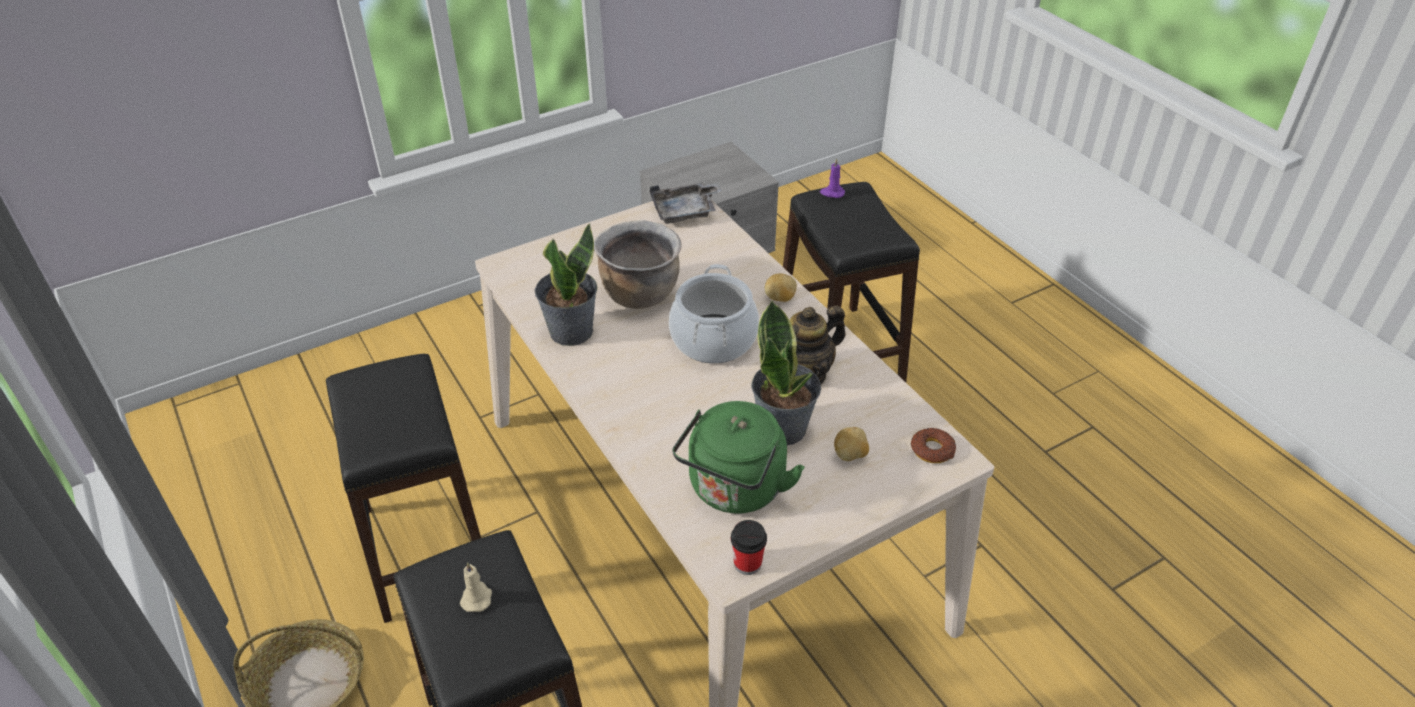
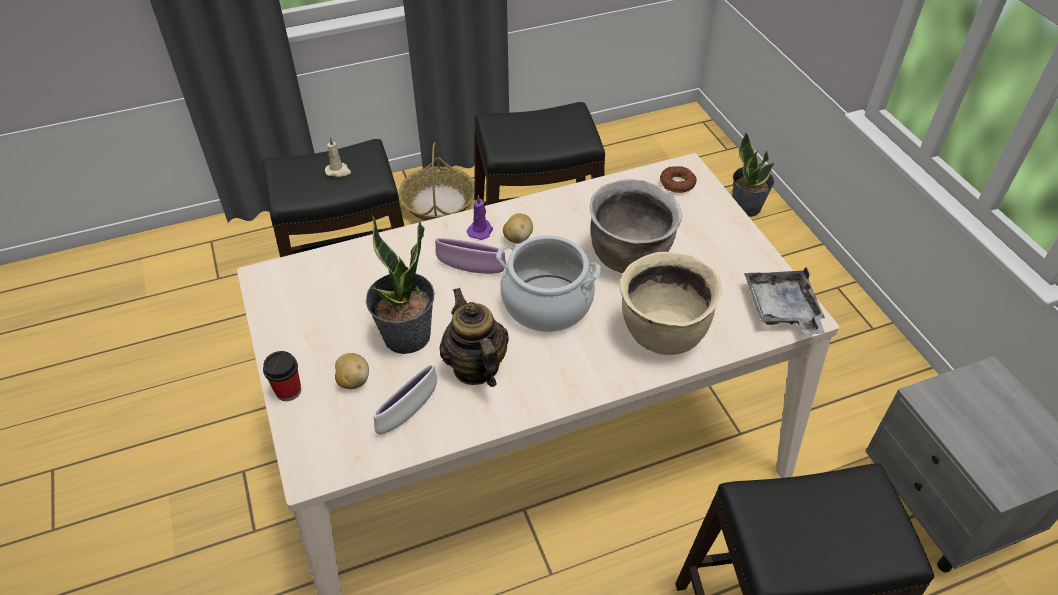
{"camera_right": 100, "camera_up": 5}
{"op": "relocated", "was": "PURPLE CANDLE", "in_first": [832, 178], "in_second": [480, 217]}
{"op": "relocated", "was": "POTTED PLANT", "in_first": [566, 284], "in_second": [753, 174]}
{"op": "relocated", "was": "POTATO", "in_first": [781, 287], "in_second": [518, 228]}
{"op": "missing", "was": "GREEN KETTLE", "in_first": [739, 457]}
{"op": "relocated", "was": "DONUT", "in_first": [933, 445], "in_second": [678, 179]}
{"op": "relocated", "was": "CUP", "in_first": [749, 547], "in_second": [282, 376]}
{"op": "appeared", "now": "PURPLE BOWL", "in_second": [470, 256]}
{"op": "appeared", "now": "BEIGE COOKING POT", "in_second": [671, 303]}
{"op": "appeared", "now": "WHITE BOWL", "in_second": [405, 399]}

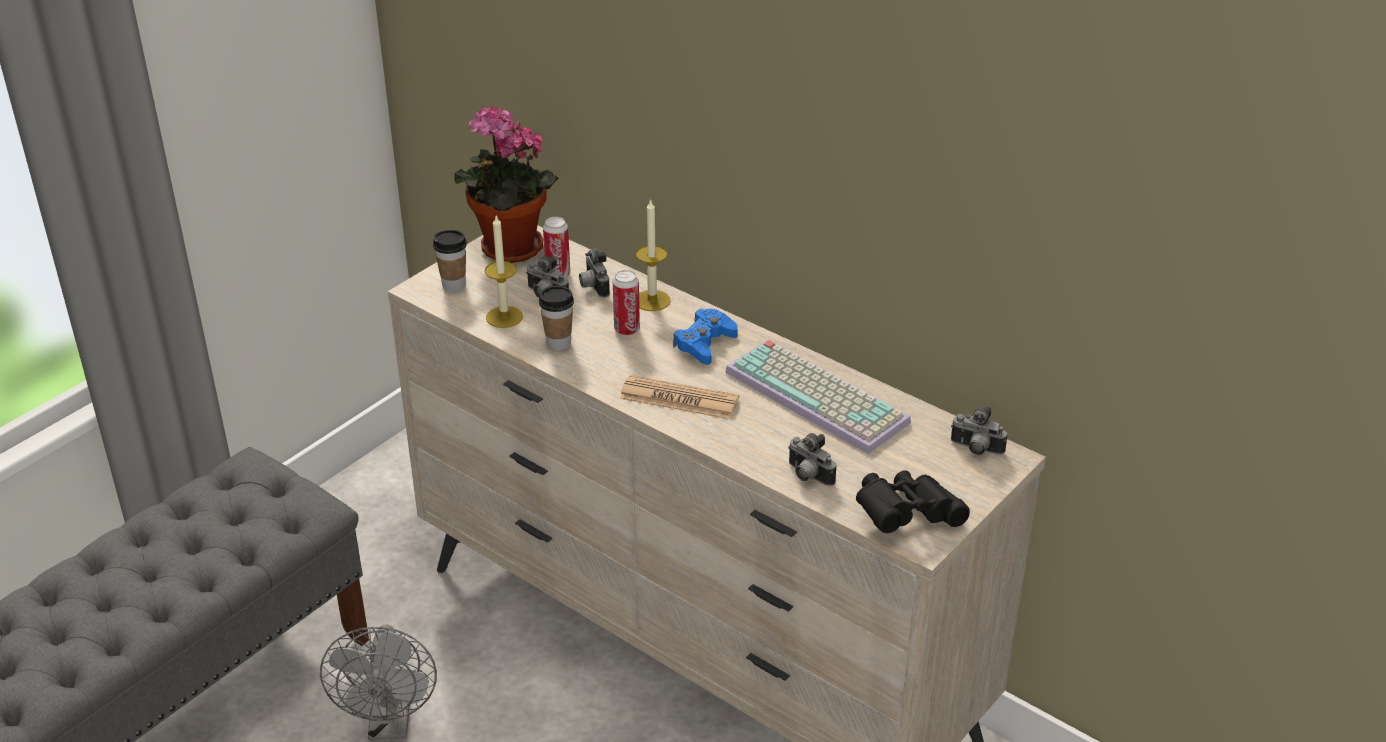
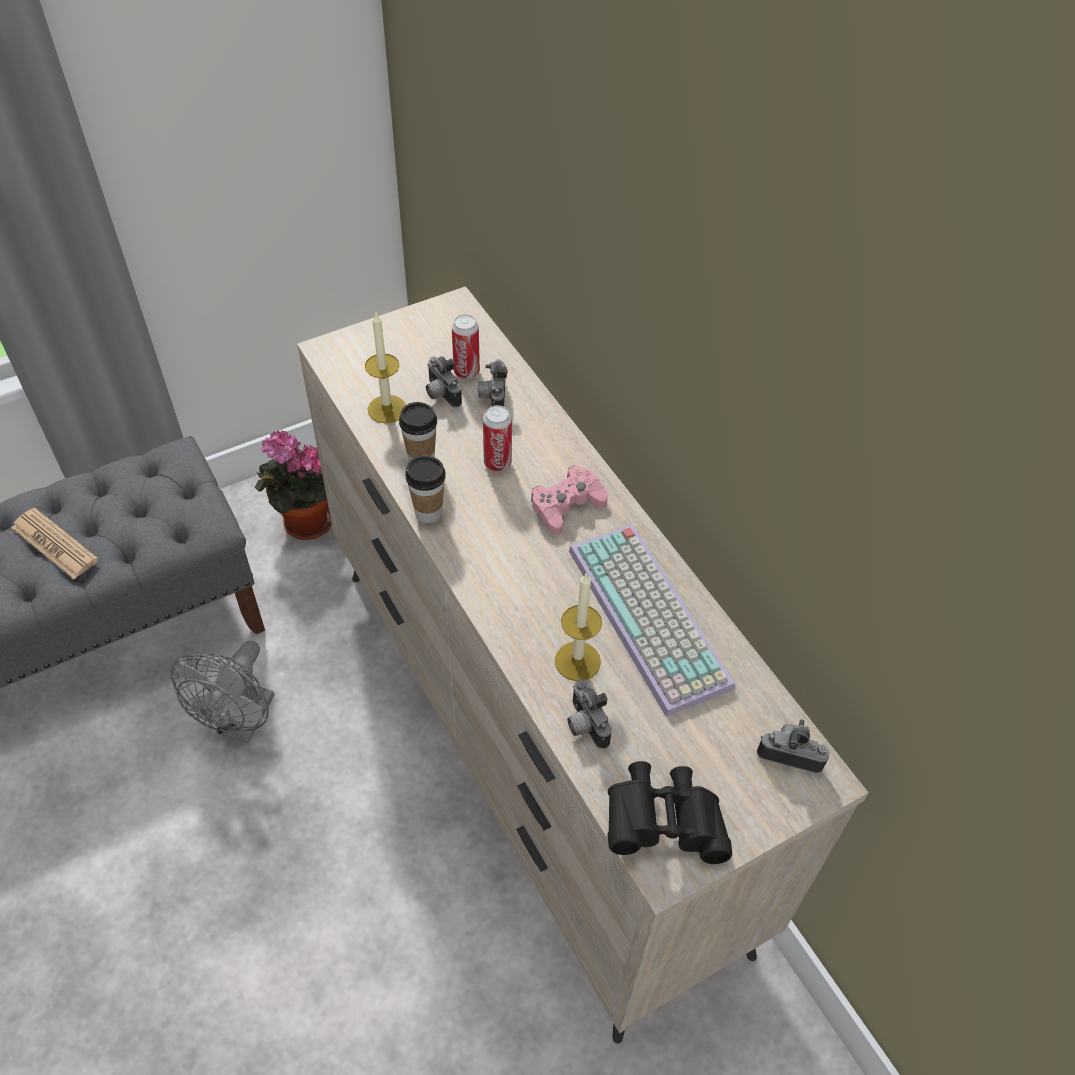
{"camera_right": 20, "camera_up": 15}
{"op": "relocated", "was": "POTTED PLANT", "in_first": [506, 184], "in_second": [293, 485]}
{"op": "relocated", "was": "CANDLE", "in_first": [653, 255], "in_second": [578, 626]}
{"op": "relocated", "was": "CUP", "in_first": [450, 261], "in_second": [425, 489]}
{"op": "colour", "was": "BLUE GAME CONTROLLER", "now": "PINK GAME CONTROLLER", "in_first": [705, 337], "in_second": [569, 500]}
{"op": "relocated", "was": "NEWSPAPER", "in_first": [679, 397], "in_second": [55, 543]}
{"op": "spun", "was": "PHOTO CAMERA", "in_first": [979, 430], "in_second": [793, 746], "clockwise": 150}

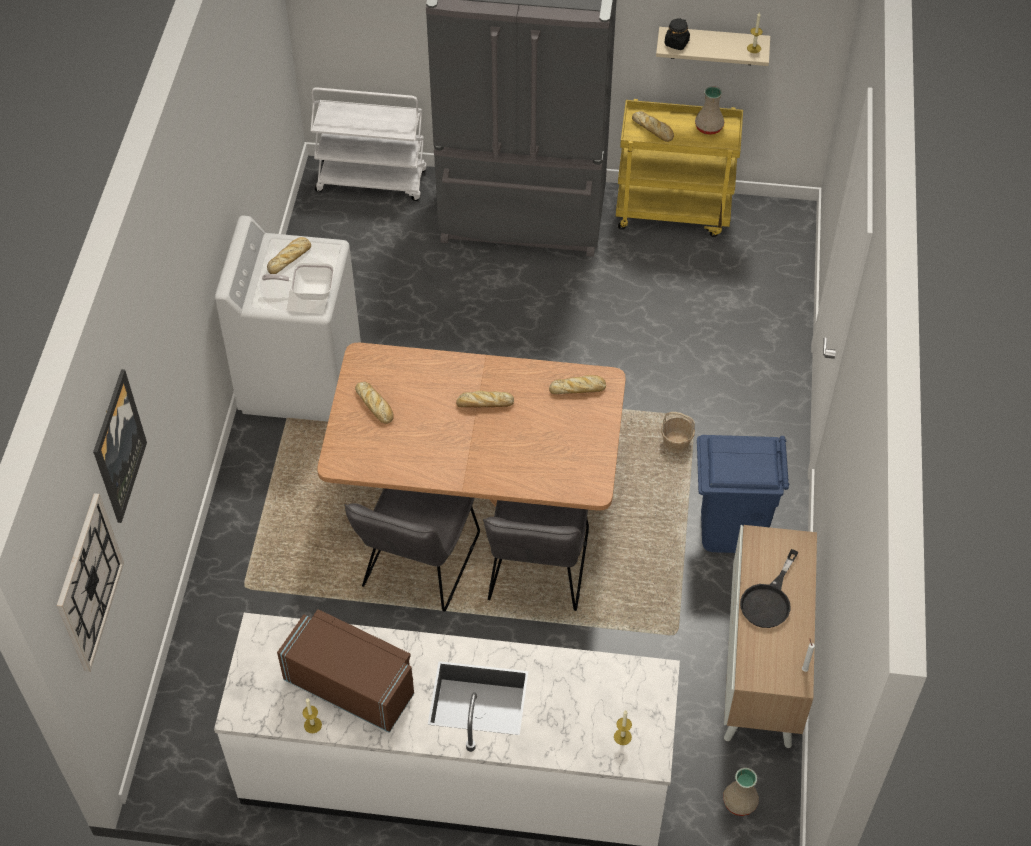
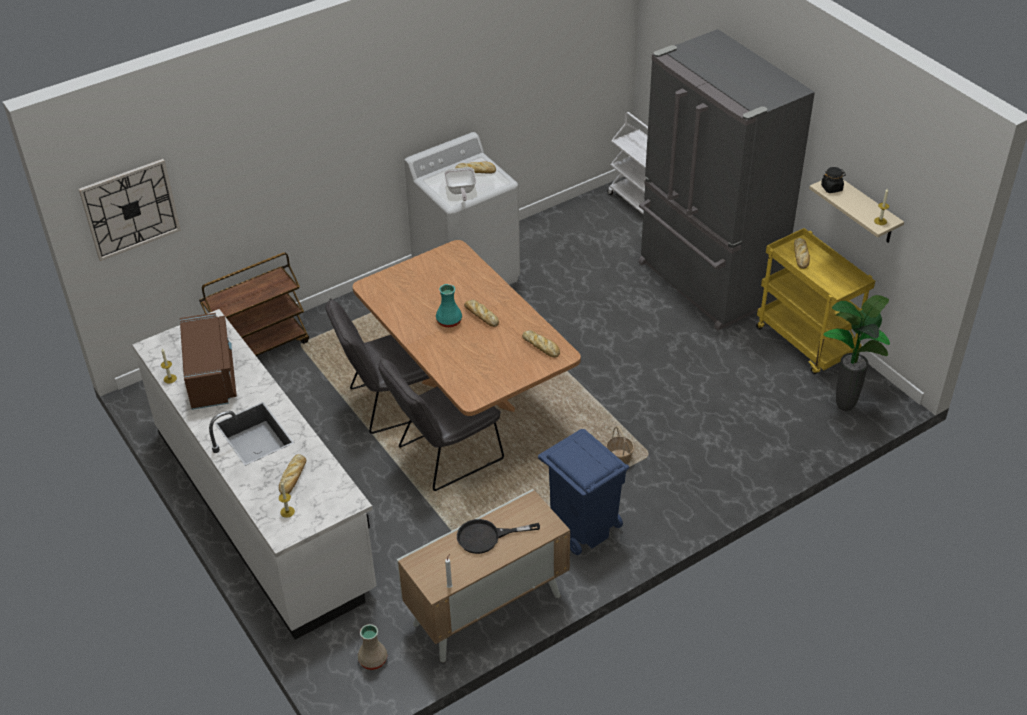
{"camera_right": 50, "camera_up": -10}
{"op": "missing", "was": "BEIGE VASE", "in_first": [709, 110]}
{"op": "spun", "was": "FRYING PAN", "in_first": [298, 281], "in_second": [460, 184], "clockwise": -150}
{"op": "missing", "was": "PICTURE", "in_first": [120, 446]}
{"op": "relocated", "was": "BREAD", "in_first": [374, 403], "in_second": [292, 474]}
{"op": "appeared", "now": "BROWN CART", "in_second": [254, 304]}
{"op": "appeared", "now": "TURQUOISE VASE", "in_second": [449, 306]}
{"op": "appeared", "now": "POTTED PLANT", "in_second": [857, 353]}

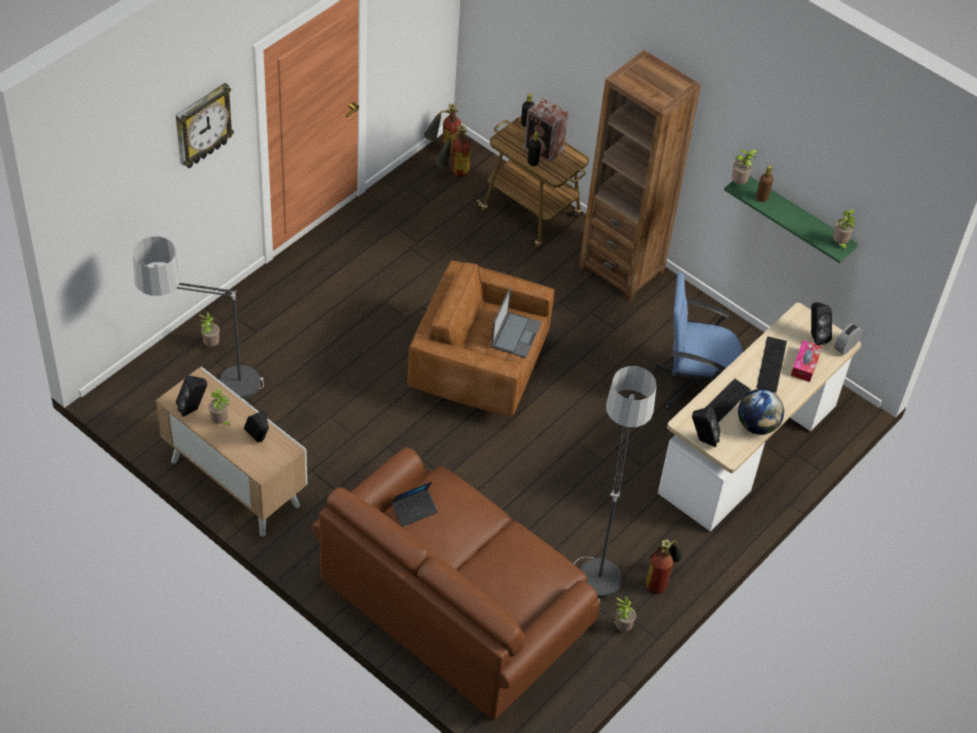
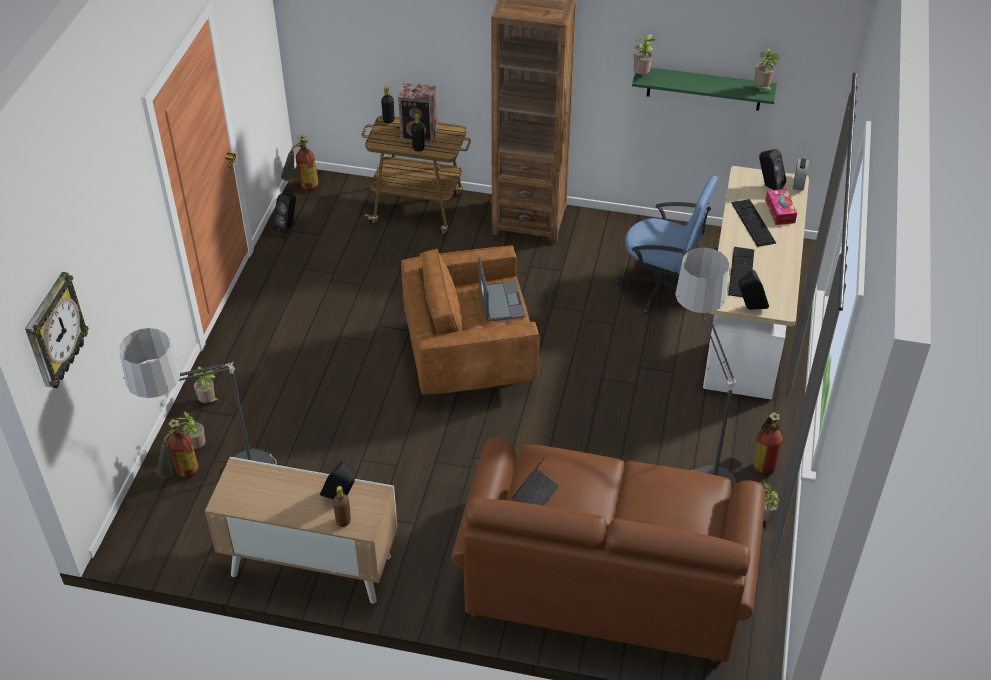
{"camera_right": -25, "camera_up": -5}
{"op": "relocated", "was": "WALL CLOCK", "in_first": [205, 126], "in_second": [57, 330]}
{"op": "relocated", "was": "FIRE EXTINGUISHER", "in_first": [452, 151], "in_second": [177, 449]}
{"op": "relocated", "was": "BROWN BOTTLE", "in_first": [765, 183], "in_second": [342, 506]}
{"op": "spun", "was": "BLUE OFFICE CHAIR", "in_first": [698, 341], "in_second": [666, 245], "clockwise": -135}
{"op": "relocated", "was": "BLACK SPEAKER", "in_first": [191, 396], "in_second": [284, 214]}
{"op": "relocated", "was": "POTTED PLANT", "in_first": [219, 406], "in_second": [205, 385]}
{"op": "missing", "was": "GLOBE", "in_first": [761, 412]}

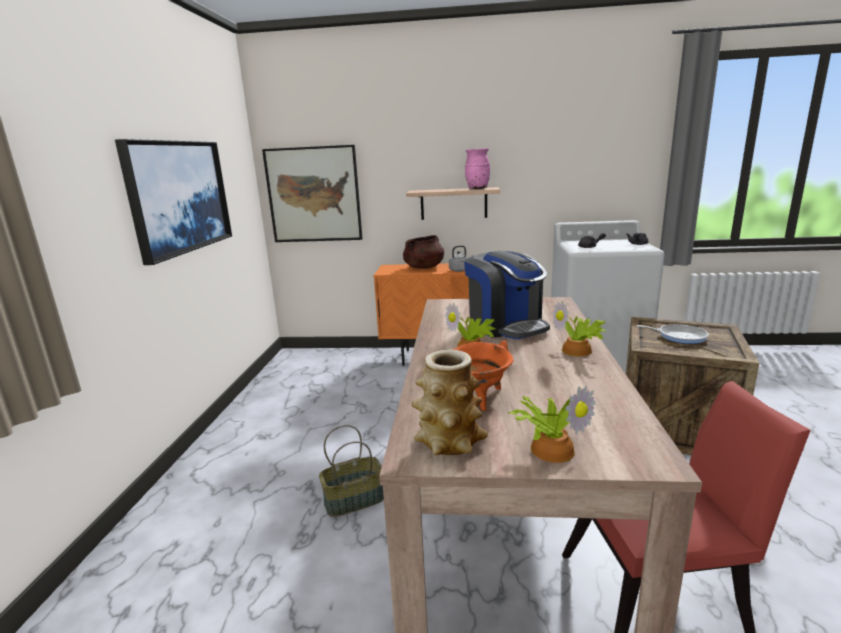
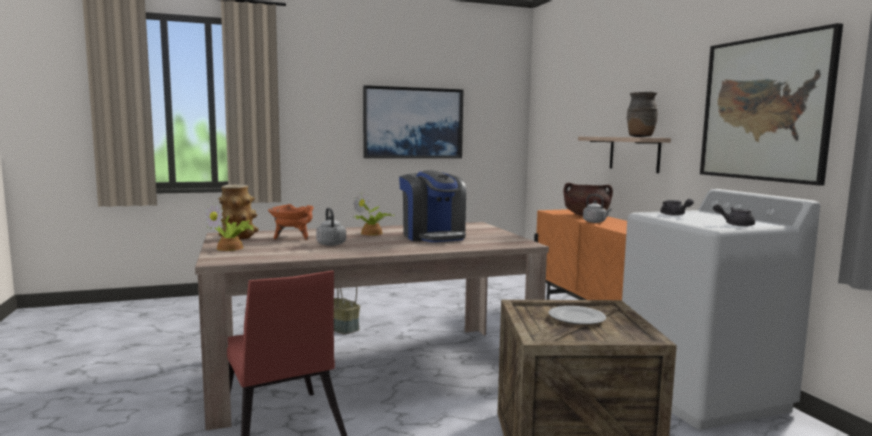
{"camera_right": 65, "camera_up": -10}
{"op": "relocated", "was": "PICTURE", "in_first": [312, 193], "in_second": [771, 104]}
{"op": "colour", "was": "PINK VASE", "now": "BROWN VASE", "in_first": [477, 168], "in_second": [642, 114]}
{"op": "spun", "was": "COFFEE MACHINE", "in_first": [507, 295], "in_second": [432, 206], "clockwise": -60}
{"op": "missing", "was": "POTTED PLANT", "in_first": [579, 328]}
{"op": "exchanged", "was": "FRYING PAN", "now": "PLATE", "in_first": [672, 334], "in_second": [577, 315]}
{"op": "appeared", "now": "GREY KETTLE", "in_second": [331, 227]}

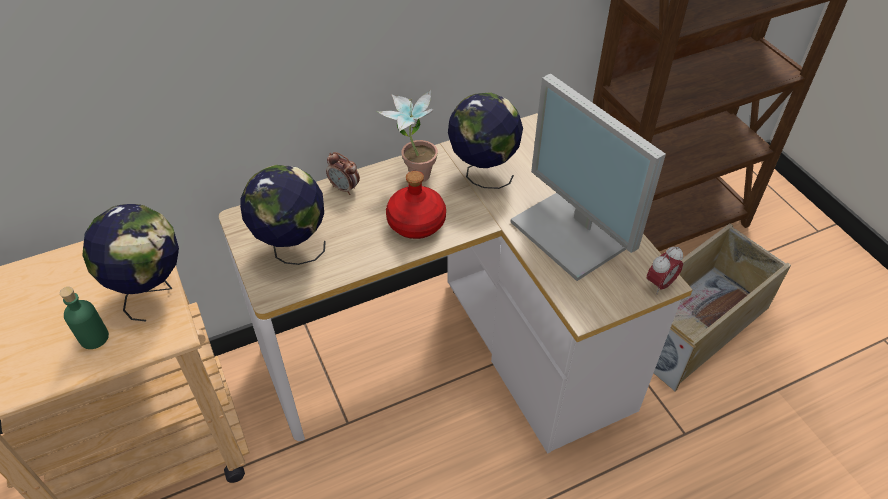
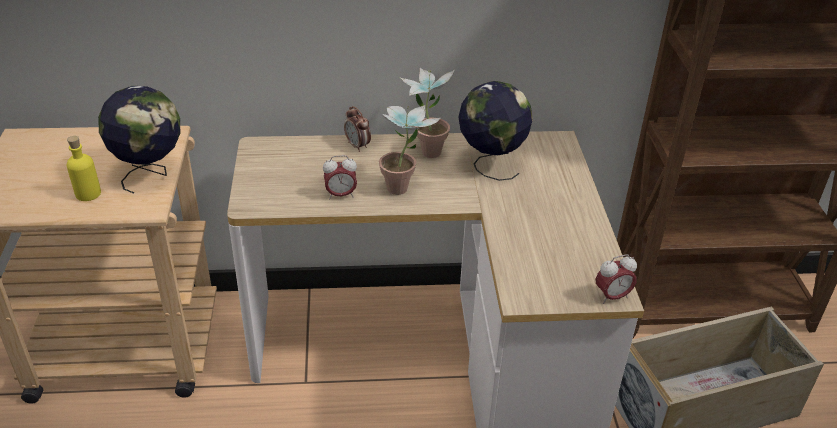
{"camera_right": 20, "camera_up": -10}
{"op": "missing", "was": "MONITOR", "in_first": [588, 177]}
{"op": "missing", "was": "GLOBE", "in_first": [283, 215]}
{"op": "exchanged", "was": "RED BOTTLE", "now": "POTTED PLANT", "in_first": [416, 205], "in_second": [410, 150]}
{"op": "colour", "was": "GREEN BOTTLE", "now": "YELLOW BOTTLE", "in_first": [84, 318], "in_second": [84, 168]}
{"op": "appeared", "now": "ALARM CLOCK", "in_second": [340, 177]}

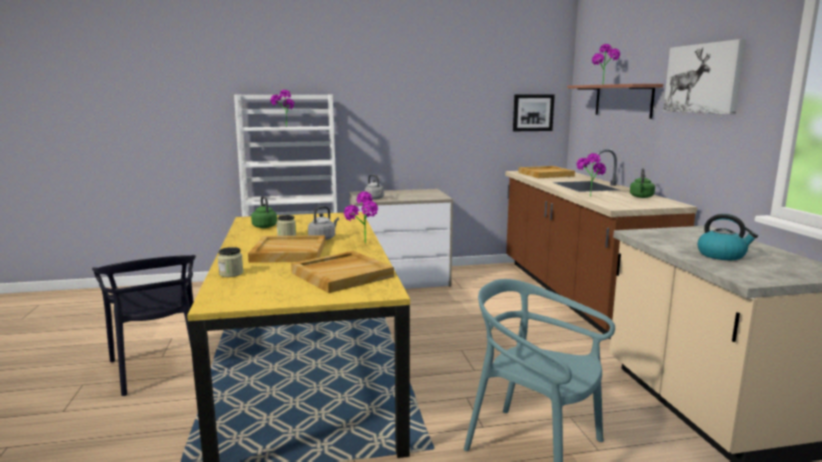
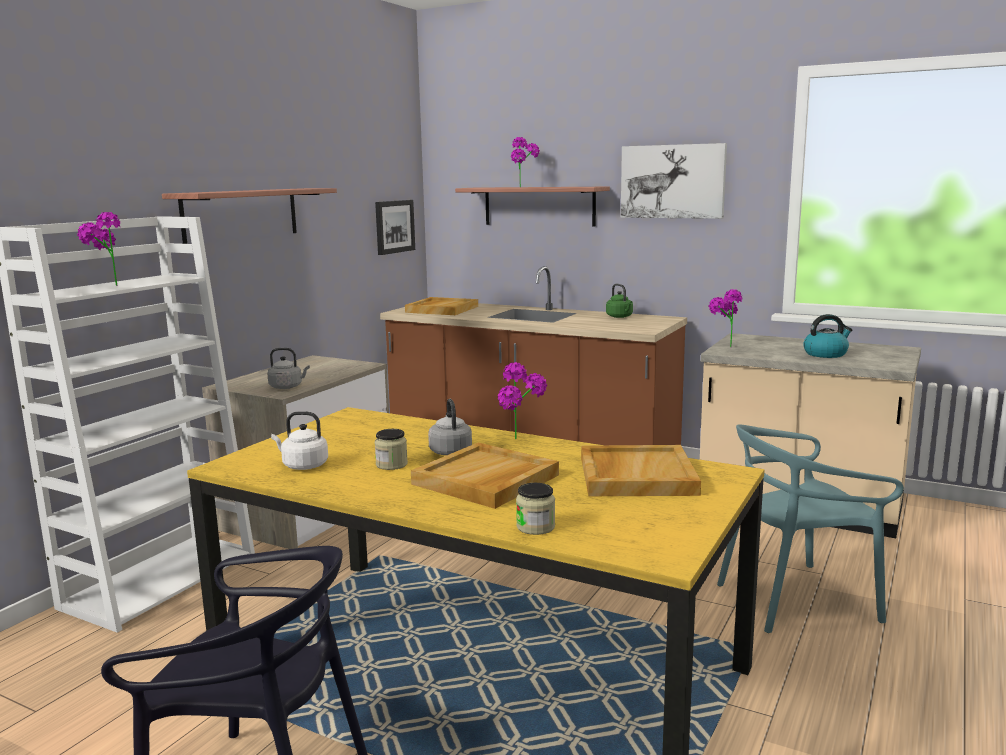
{"camera_right": -50, "camera_up": 0}
{"op": "relocated", "was": "POTTED PLANT", "in_first": [591, 175], "in_second": [726, 318]}
{"op": "colour", "was": "GREEN KETTLE", "now": "WHITE KETTLE", "in_first": [264, 212], "in_second": [299, 440]}
{"op": "appeared", "now": "SHELF", "in_second": [249, 216]}

